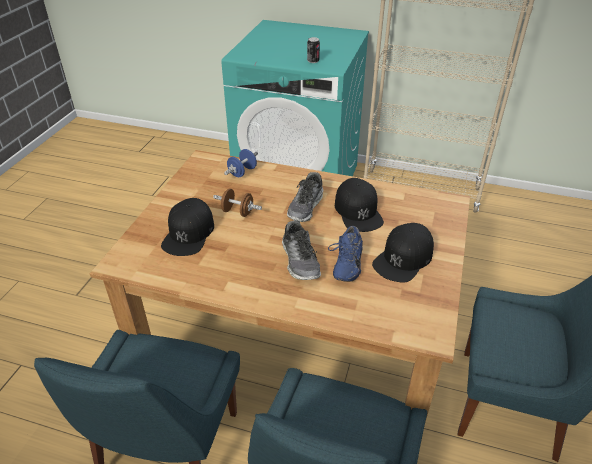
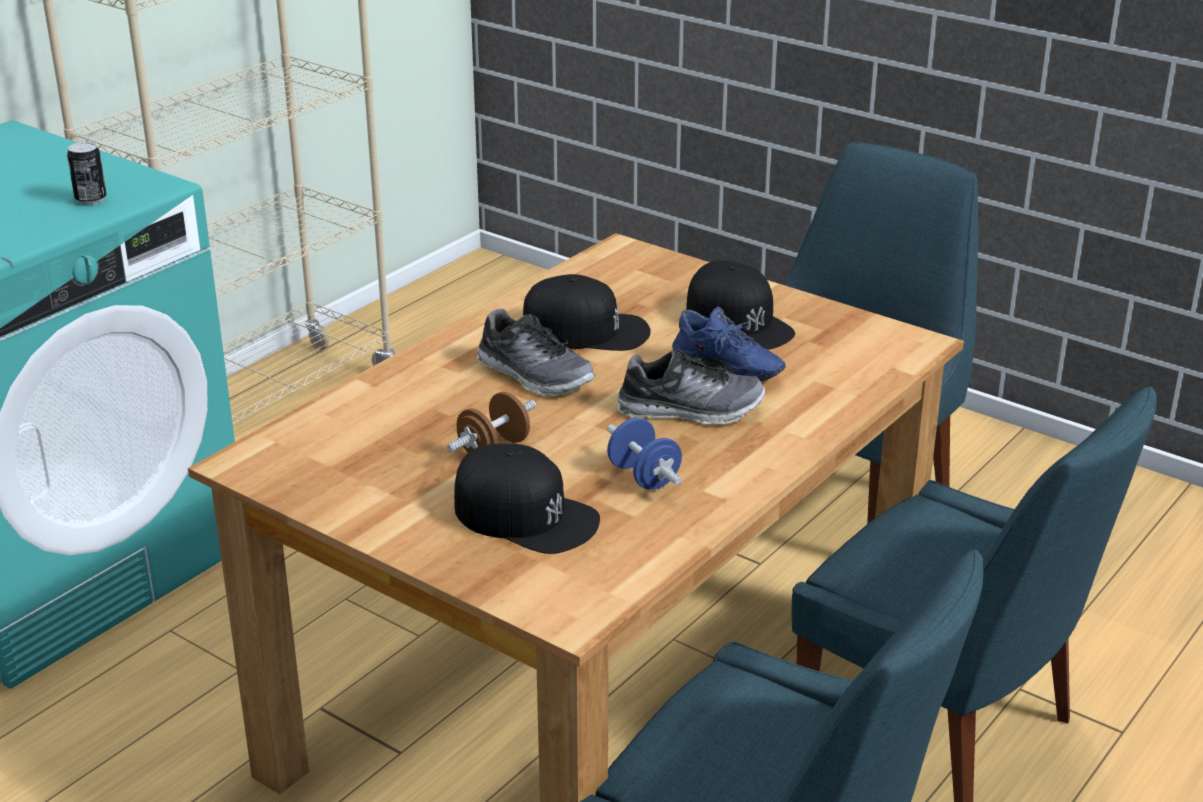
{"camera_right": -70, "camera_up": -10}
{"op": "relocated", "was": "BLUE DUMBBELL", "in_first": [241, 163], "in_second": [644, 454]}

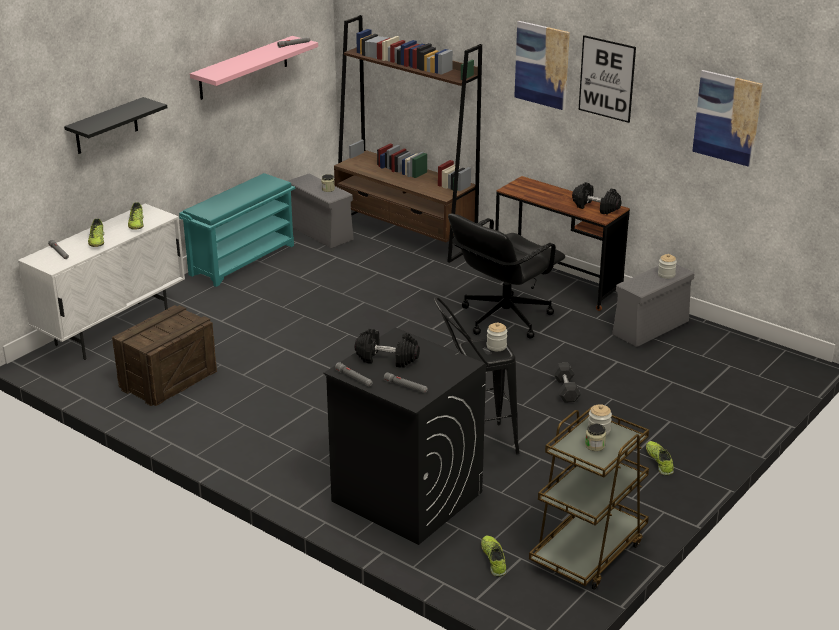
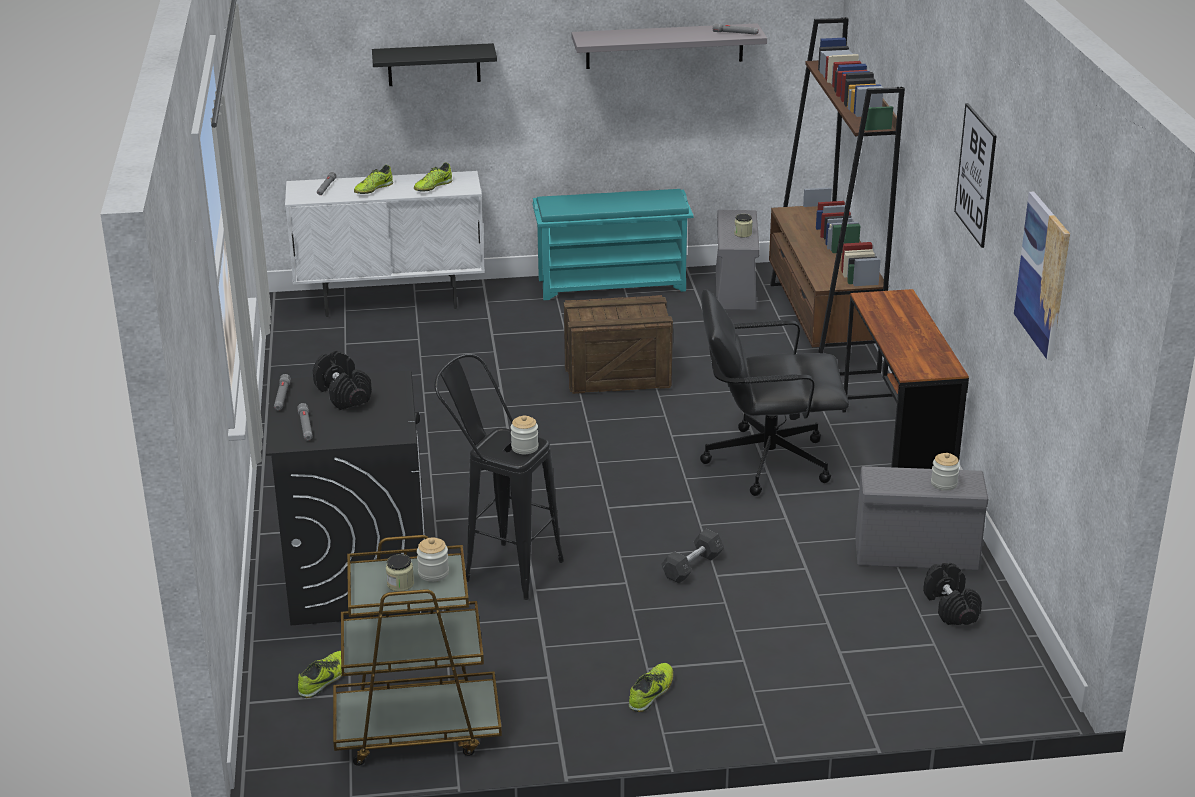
{"camera_right": 45, "camera_up": 0}
{"op": "missing", "was": "PICTURE", "in_first": [542, 65]}
{"op": "colour", "was": "PINK SHELF", "now": "GREY SHELF", "in_first": [254, 68], "in_second": [669, 46]}
{"op": "relocated", "was": "BLACK DUMBBELL", "in_first": [597, 198], "in_second": [952, 594]}
{"op": "relocated", "was": "CRATE", "in_first": [164, 355], "in_second": [618, 344]}

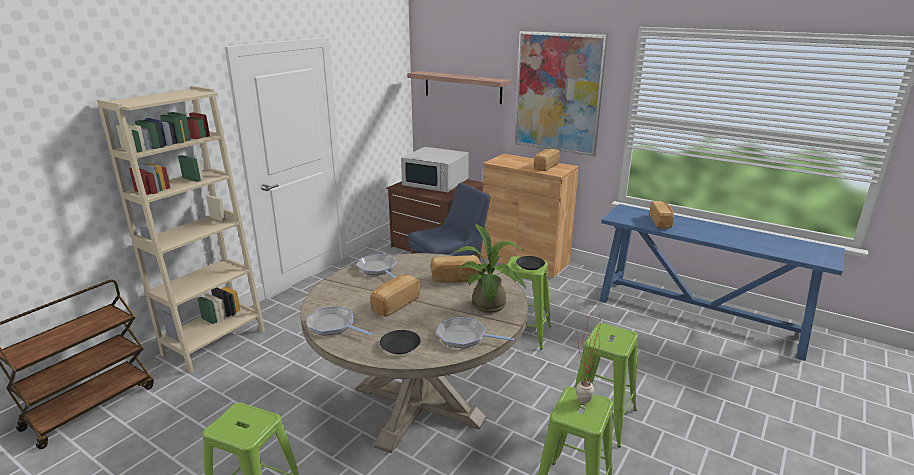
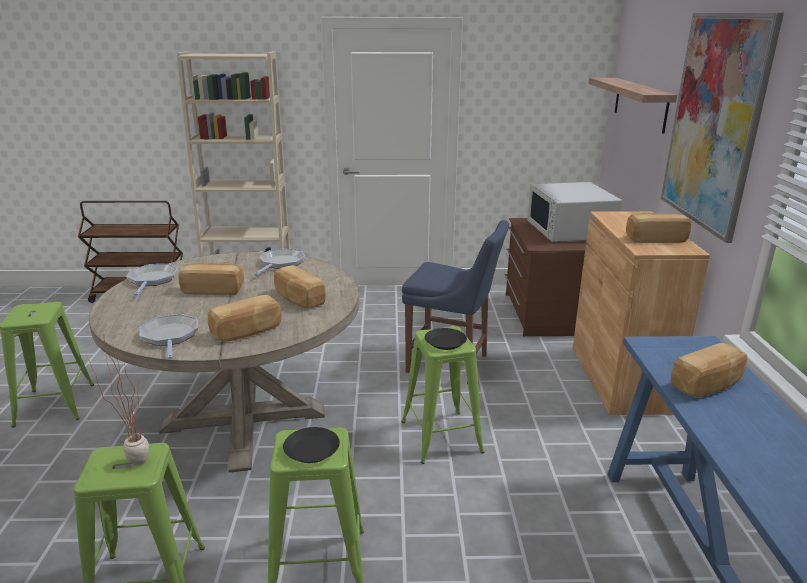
{"camera_right": 55, "camera_up": 0}
{"op": "exchanged", "was": "POTTED PLANT", "now": "BREAD", "in_first": [489, 268], "in_second": [244, 318]}
{"op": "relocated", "was": "BLACK PLATE", "in_first": [400, 342], "in_second": [311, 445]}

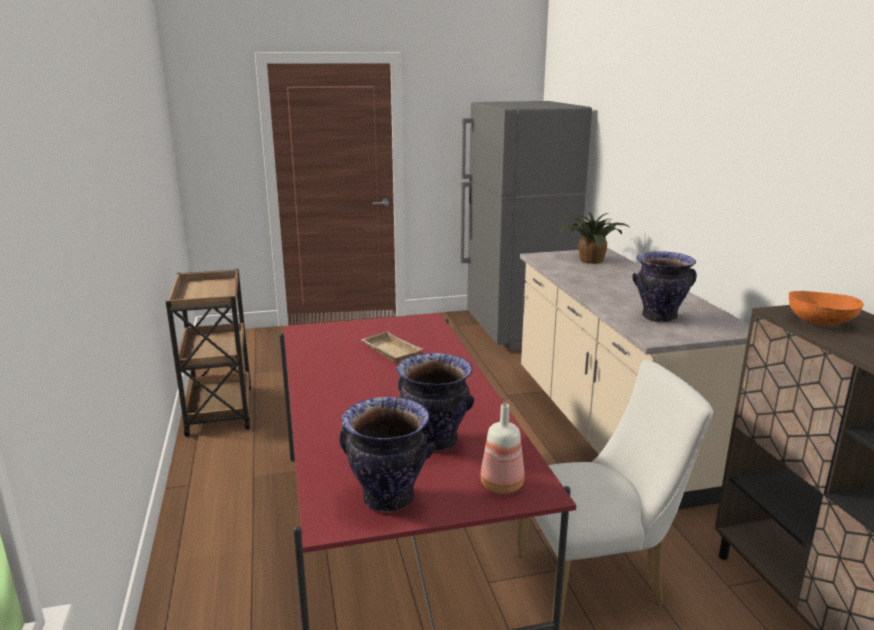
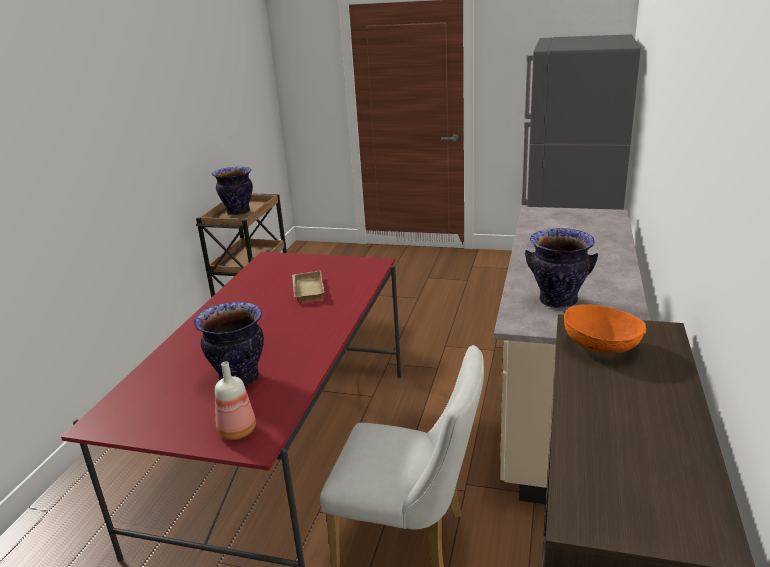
{"camera_right": 30, "camera_up": 5}
{"op": "missing", "was": "POTTED PLANT", "in_first": [594, 238]}
{"op": "relocated", "was": "VASE", "in_first": [387, 454], "in_second": [232, 191]}

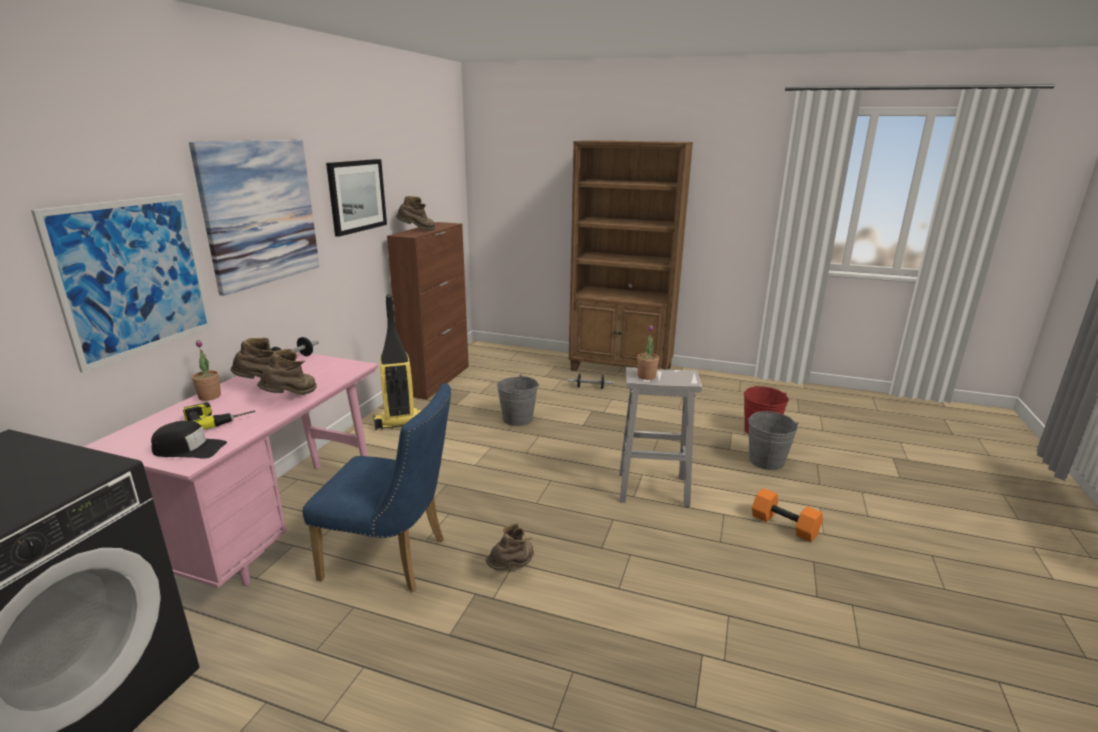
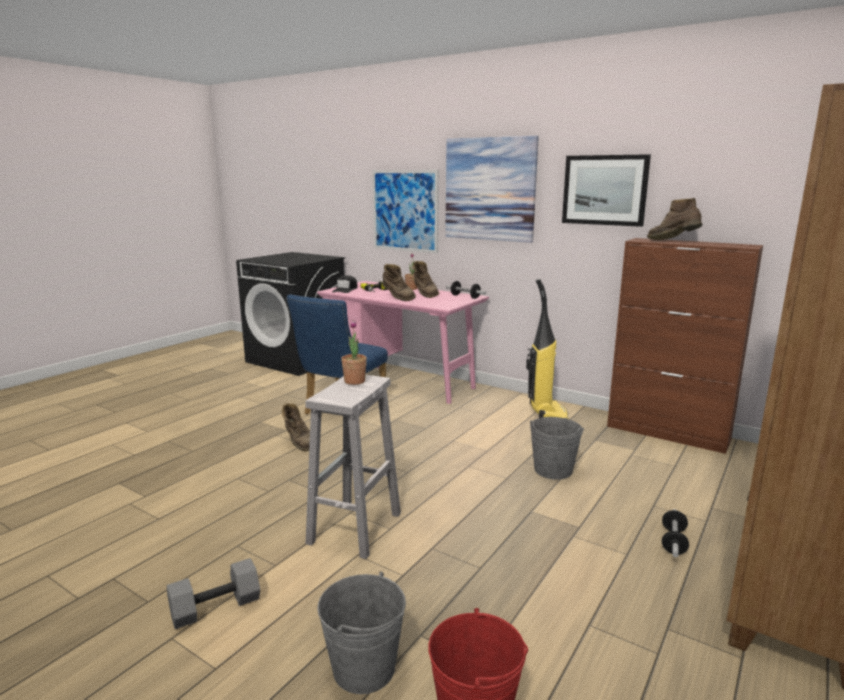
{"camera_right": 105, "camera_up": -5}
{"op": "spun", "was": "BROWN BOOT", "in_first": [415, 213], "in_second": [675, 219], "clockwise": 150}
{"op": "colour", "was": "ORANGE DUMBBELL", "now": "GREY DUMBBELL", "in_first": [787, 515], "in_second": [213, 593]}

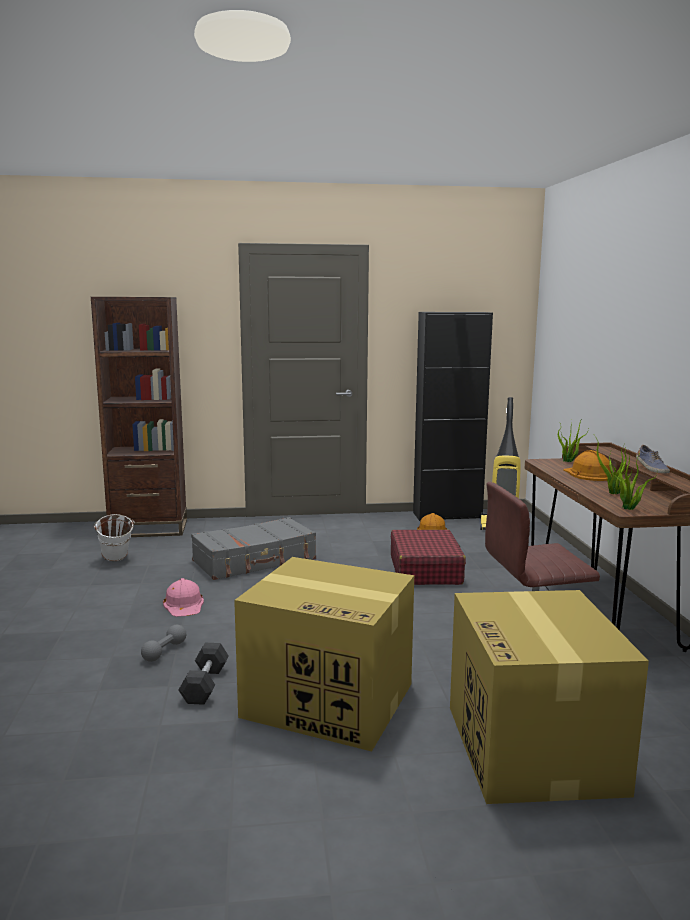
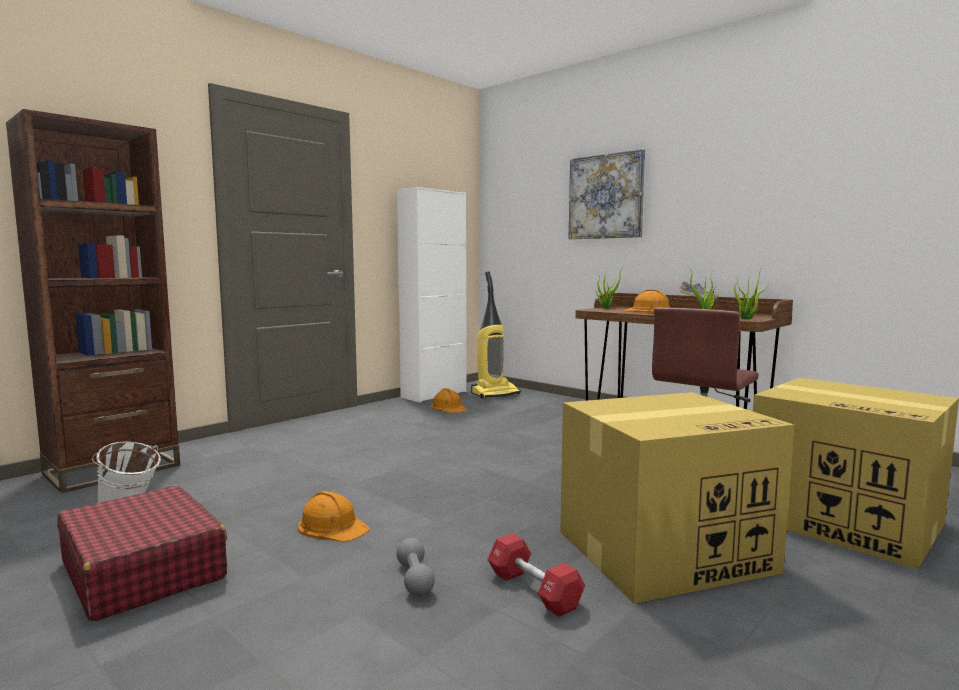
{"camera_right": -40, "camera_up": -5}
{"op": "colour", "was": "BLACK CABINET", "now": "WHITE CABINET", "in_first": [453, 416], "in_second": [432, 294]}
{"op": "missing", "was": "GREY SUITCASE", "in_first": [253, 548]}
{"op": "relocated", "was": "RED SUITCASE", "in_first": [428, 557], "in_second": [142, 553]}
{"op": "colour", "was": "PINK HARD HAT", "now": "ORANGE HARD HAT", "in_first": [183, 597], "in_second": [334, 516]}
{"op": "colour", "was": "BLACK DUMBBELL", "now": "RED DUMBBELL", "in_first": [204, 674], "in_second": [536, 575]}
{"op": "appeared", "now": "PICTURE", "in_second": [607, 194]}

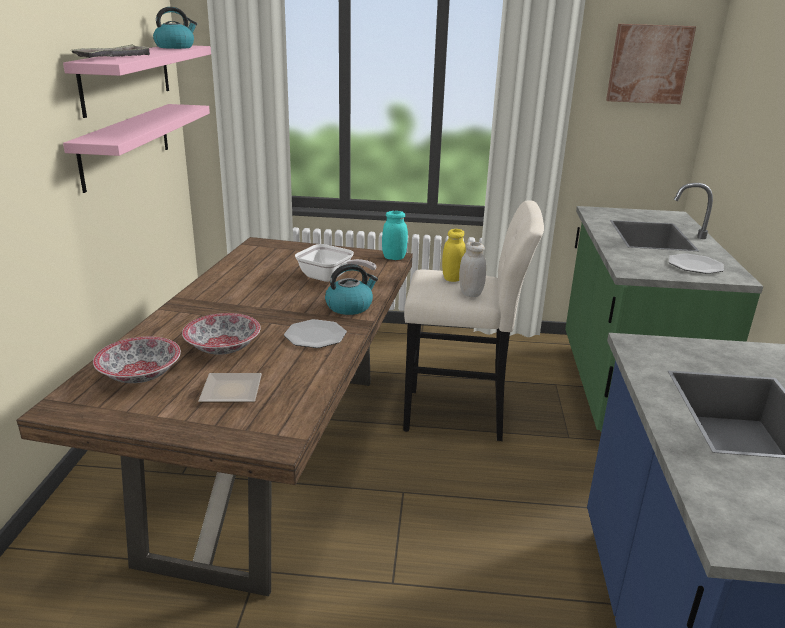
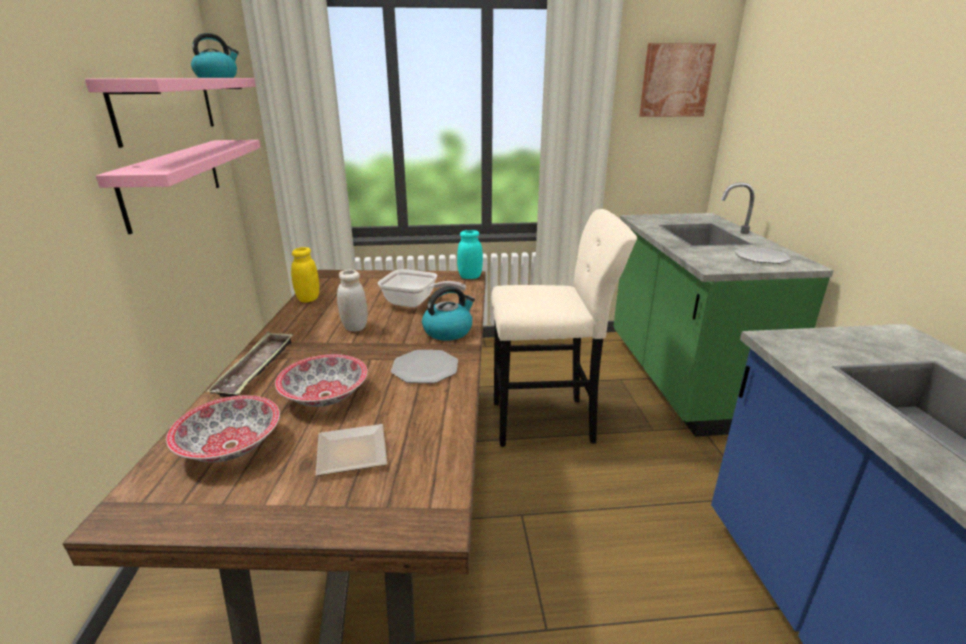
{"camera_right": -10, "camera_up": 0}
{"op": "relocated", "was": "TRAY", "in_first": [111, 51], "in_second": [250, 364]}
{"op": "relocated", "was": "YELLOW JAR", "in_first": [454, 255], "in_second": [305, 274]}
{"op": "relocated", "was": "WHITE JAR", "in_first": [472, 269], "in_second": [352, 301]}

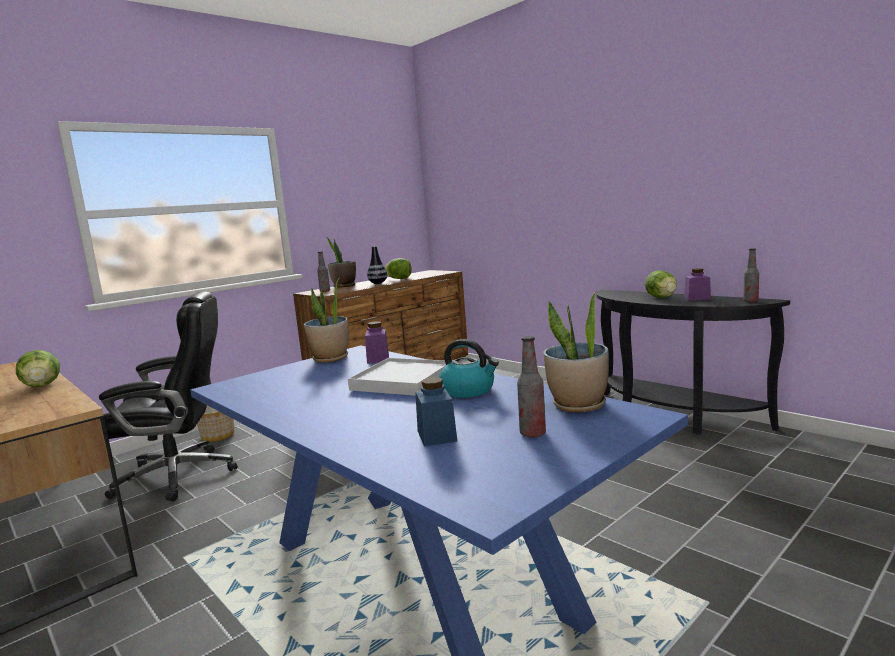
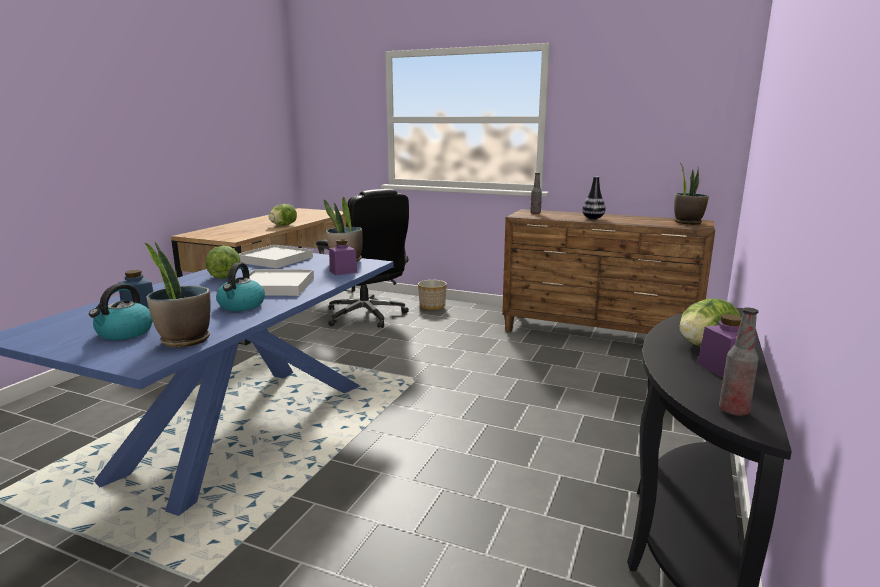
{"camera_right": 65, "camera_up": 5}
{"op": "relocated", "was": "POTTED PLANT", "in_first": [341, 262], "in_second": [691, 194]}
{"op": "relocated", "was": "LETTUCE", "in_first": [398, 268], "in_second": [223, 262]}
{"op": "exchanged", "was": "BOTTLE", "now": "KETTLE", "in_first": [531, 387], "in_second": [121, 311]}
{"op": "appeared", "now": "WHITE TRAY", "in_second": [276, 256]}

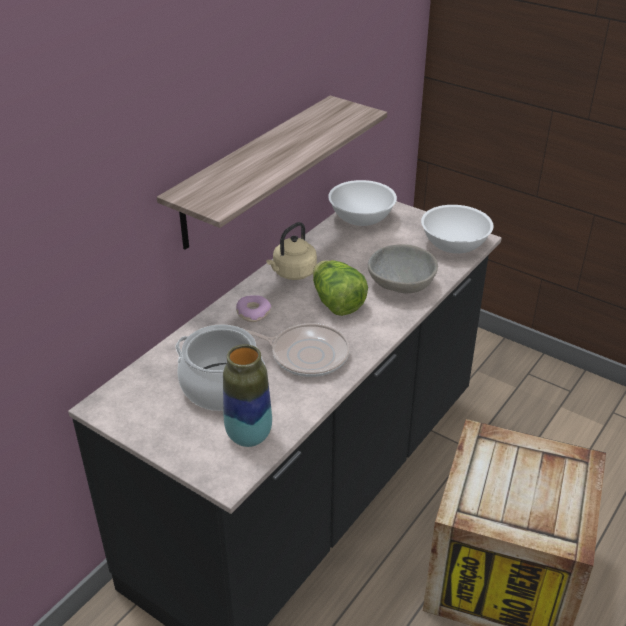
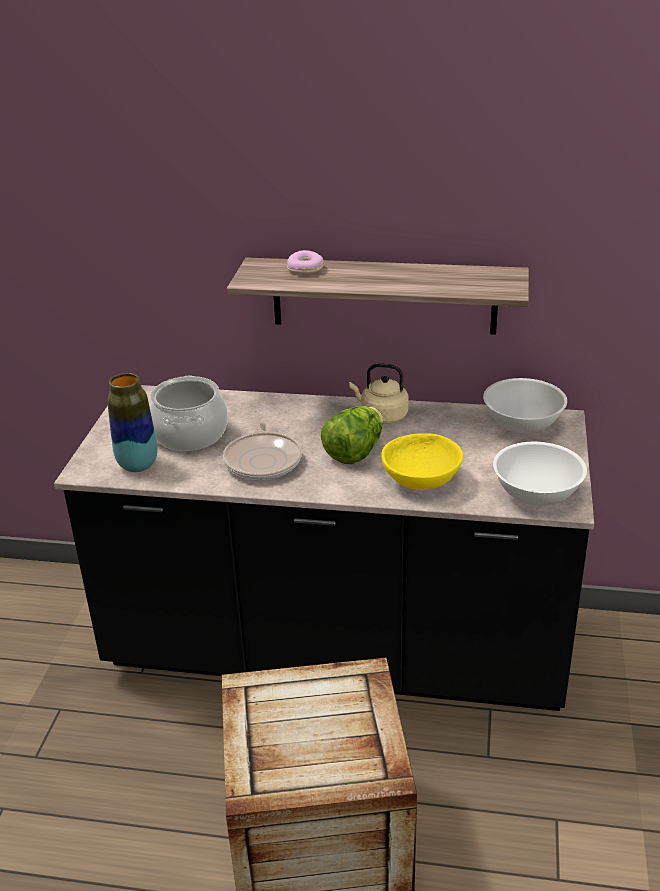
{"camera_right": 65, "camera_up": -5}
{"op": "colour", "was": "GREY BOWL", "now": "YELLOW BOWL", "in_first": [403, 268], "in_second": [422, 461]}
{"op": "relocated", "was": "DONUT", "in_first": [253, 308], "in_second": [305, 262]}

